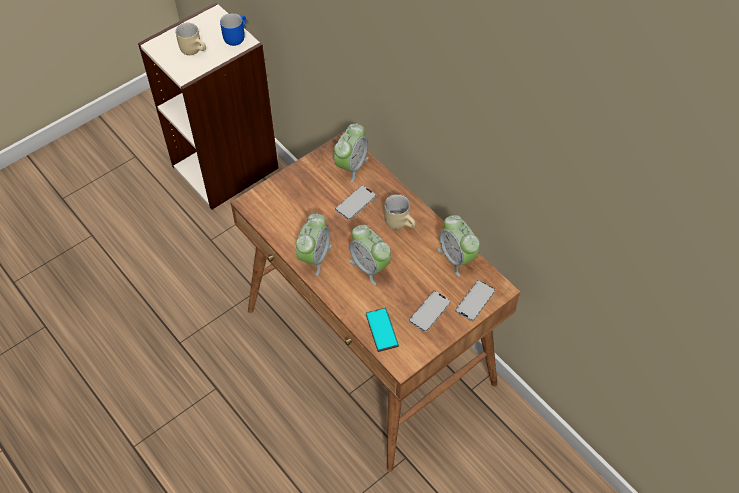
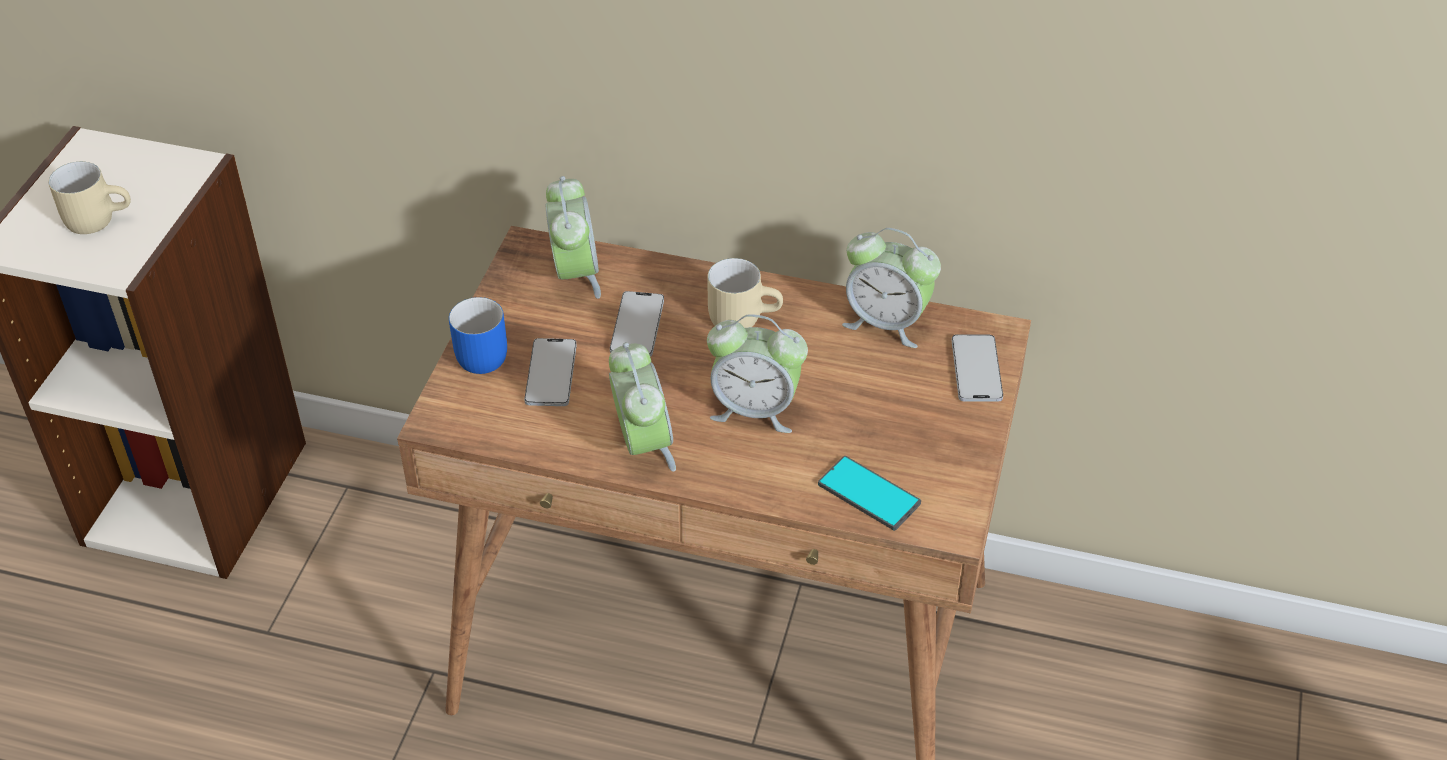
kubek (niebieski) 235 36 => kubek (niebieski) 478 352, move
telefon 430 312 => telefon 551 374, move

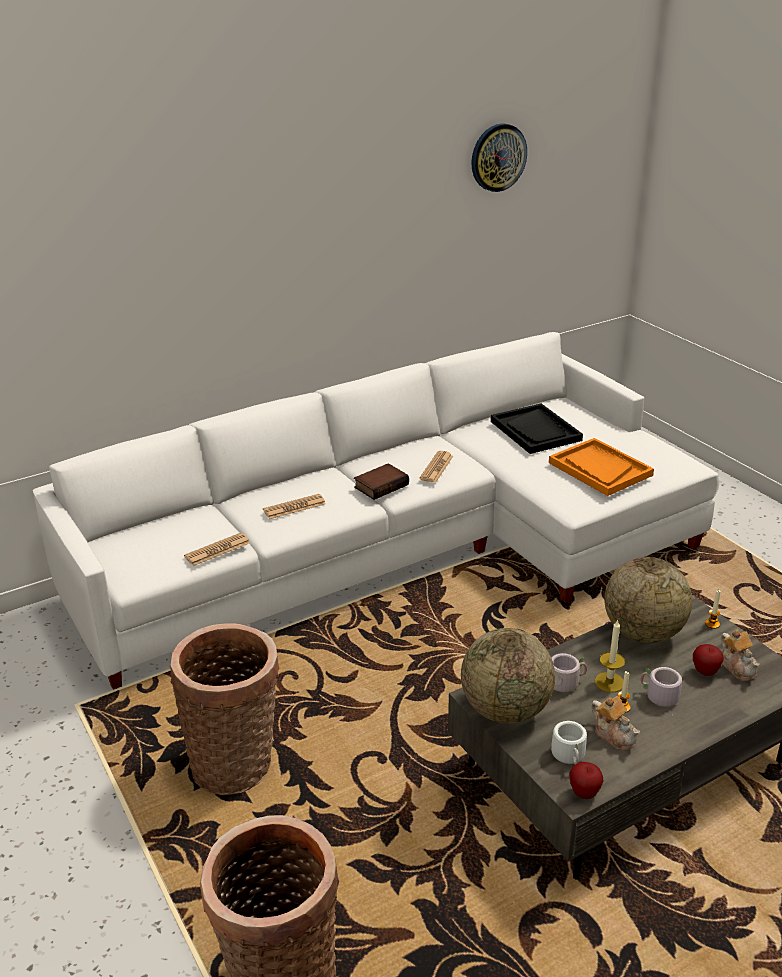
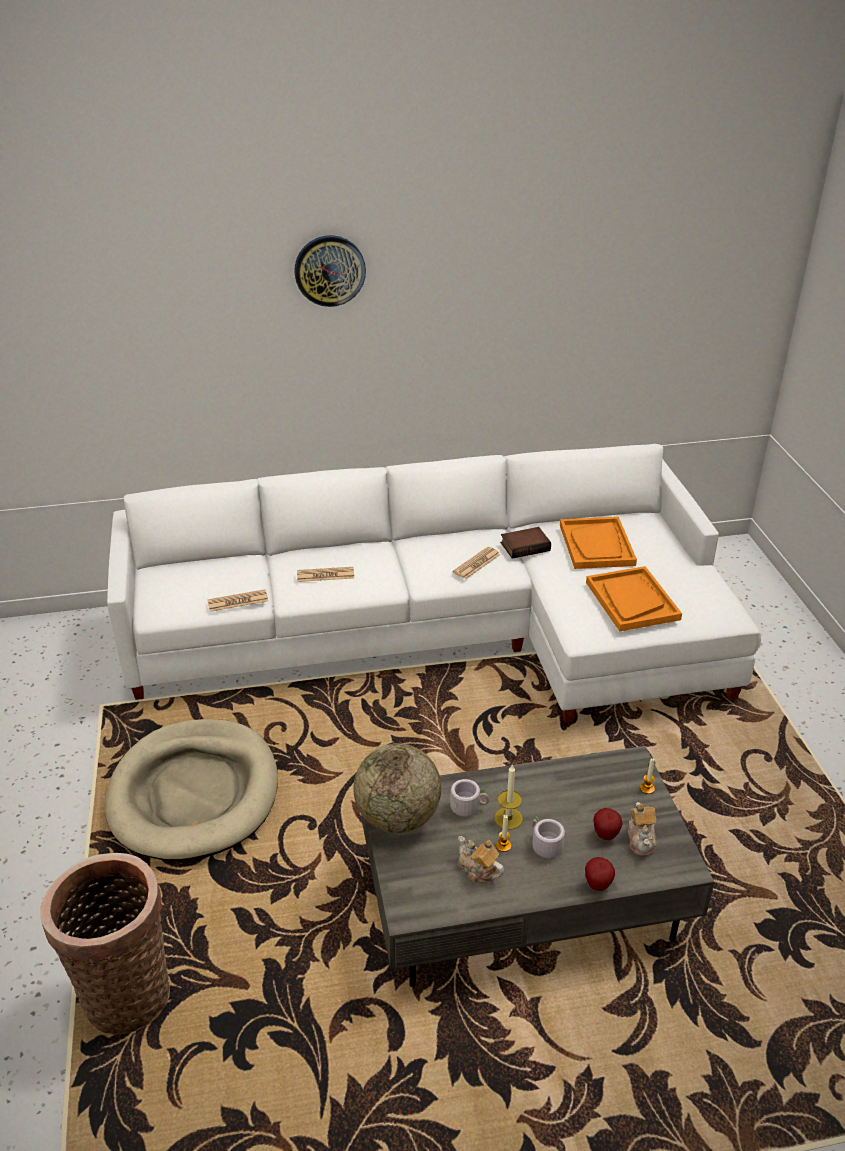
koszyk 236 764 => legowisko (beżowy) 194 794
książka 381 485 => książka 525 546, move
zegar ścienny 498 157 => zegar ścienny 329 270, move
taca (czarny) 536 431 => taca (pomarańczowy) 597 545
kubek (biały) 571 756 => nothing
jabłko 584 793 => jabłko 597 885, move
imbryk 614 735 => imbryk 478 870, 150 degrees clockwise
globus 643 633 => nothing

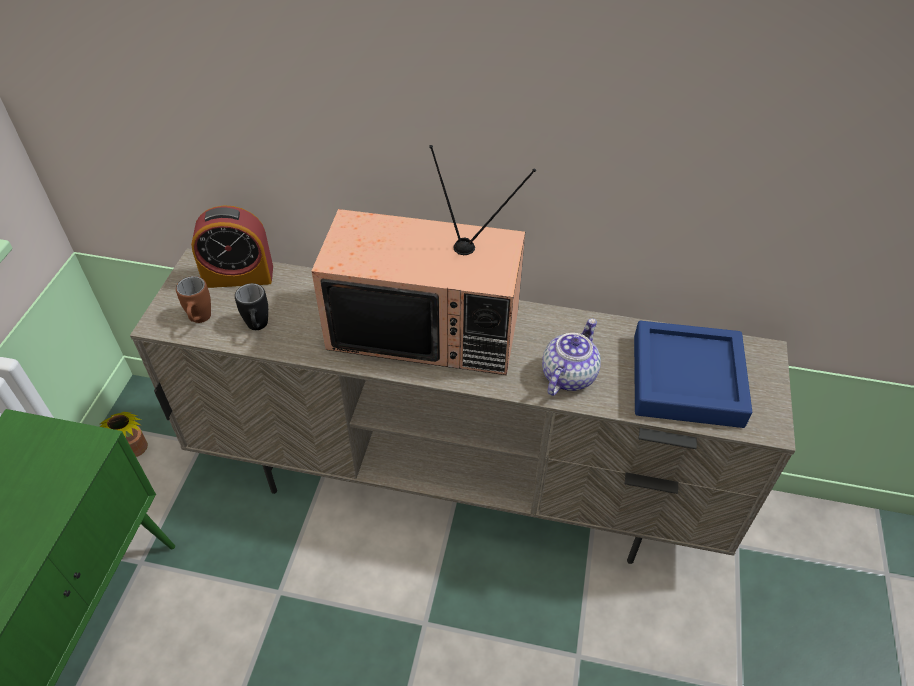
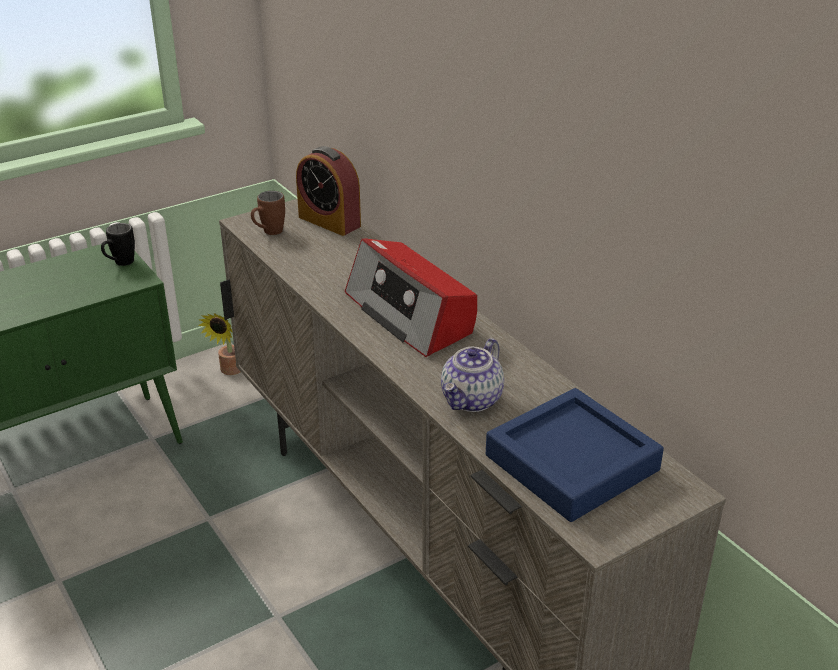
kubek (czarny) 258 328 => kubek (czarny) 120 264, move
telewizor 427 328 => radio 410 314
imbryk 568 375 => imbryk 472 400, 135 degrees clockwise

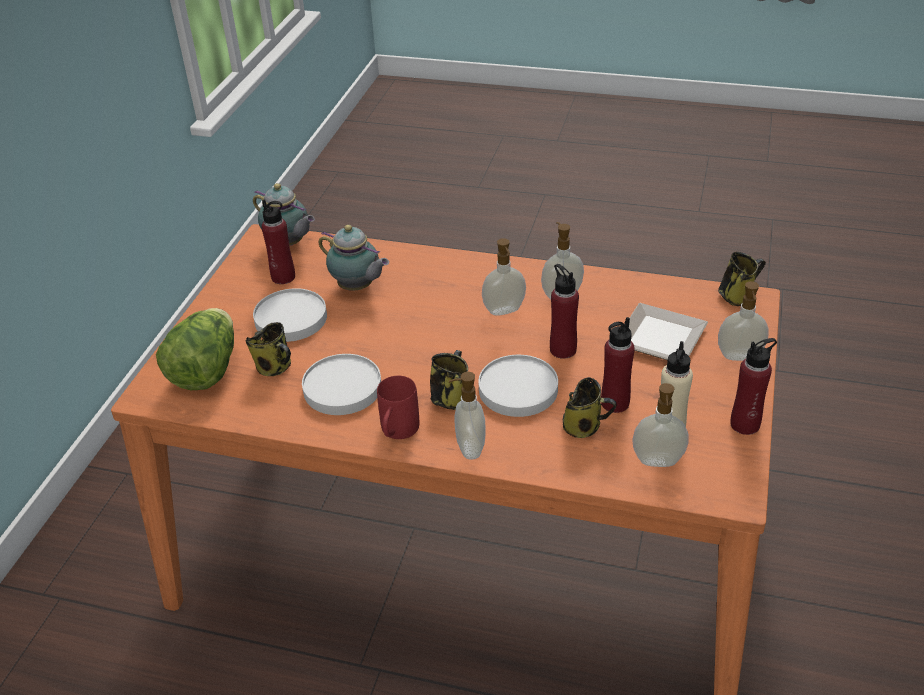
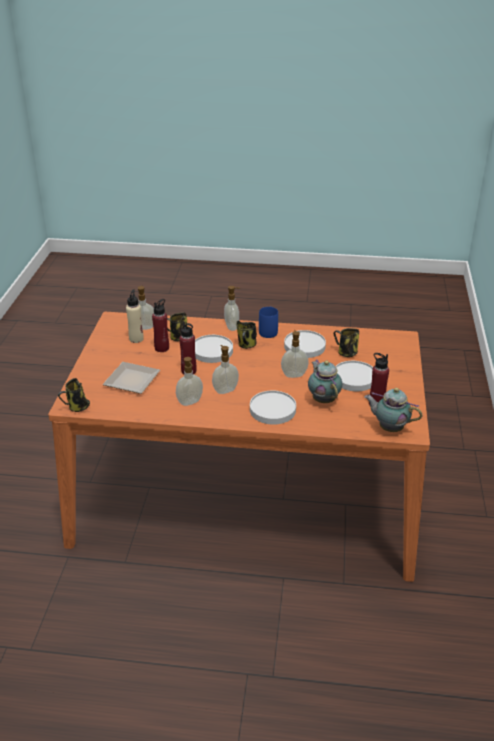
sałata 206 370 => nothing
imbryk 357 288 => imbryk 323 399, 45 degrees clockwise
kubek (czerwony) 397 433 => kubek (niebieski) 268 330
dozownik mydła 739 357 => dozownik mydła 294 374, move
butelka (czerwony) 745 424 => nothing
nothing => talerz (biały) 272 410

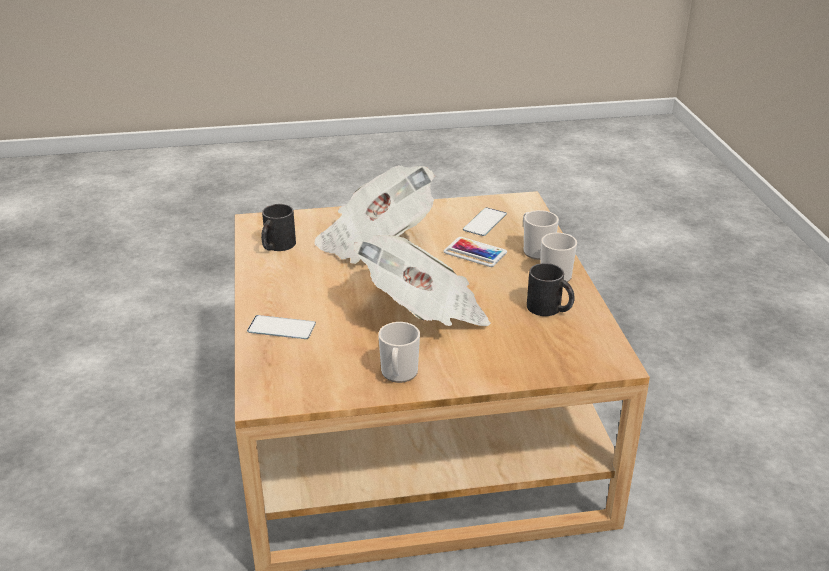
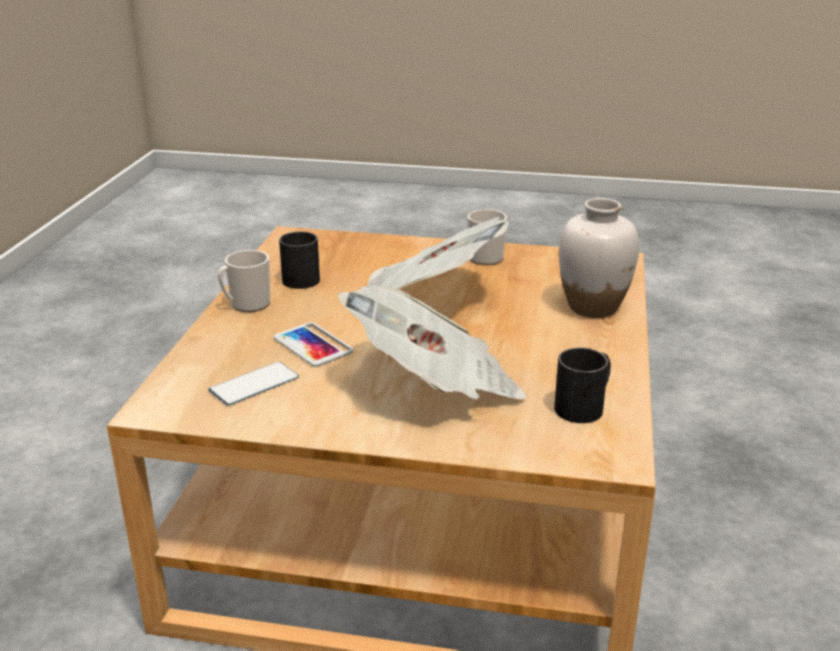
telefon 281 328 => wazon (biały) 592 307
kubek 535 250 => nothing

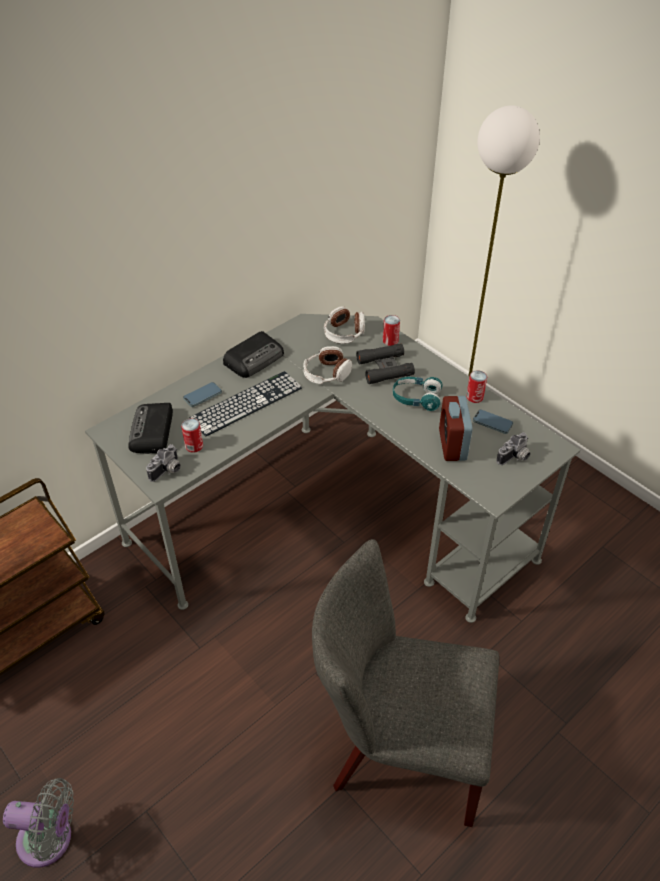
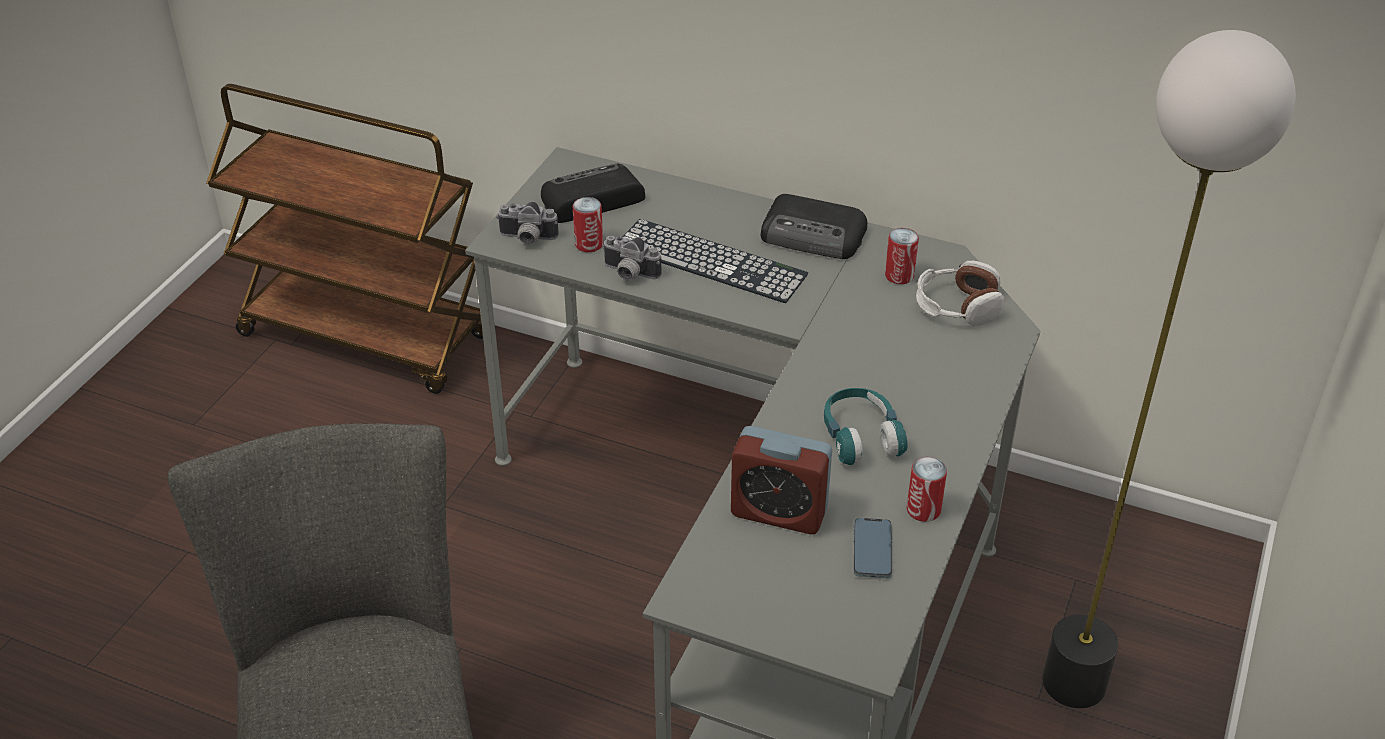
wentylator (szary) 50 840 => nothing
telefon 202 396 => nothing
słuchawki 326 373 => nothing
lornetka (czarny) 384 368 => nothing
puszka 390 341 => puszka 899 276, move
budzik 452 445 => budzik 779 512, 135 degrees counterclockwise
aparat fotograficzny 515 458 => aparat fotograficzny 628 274, move

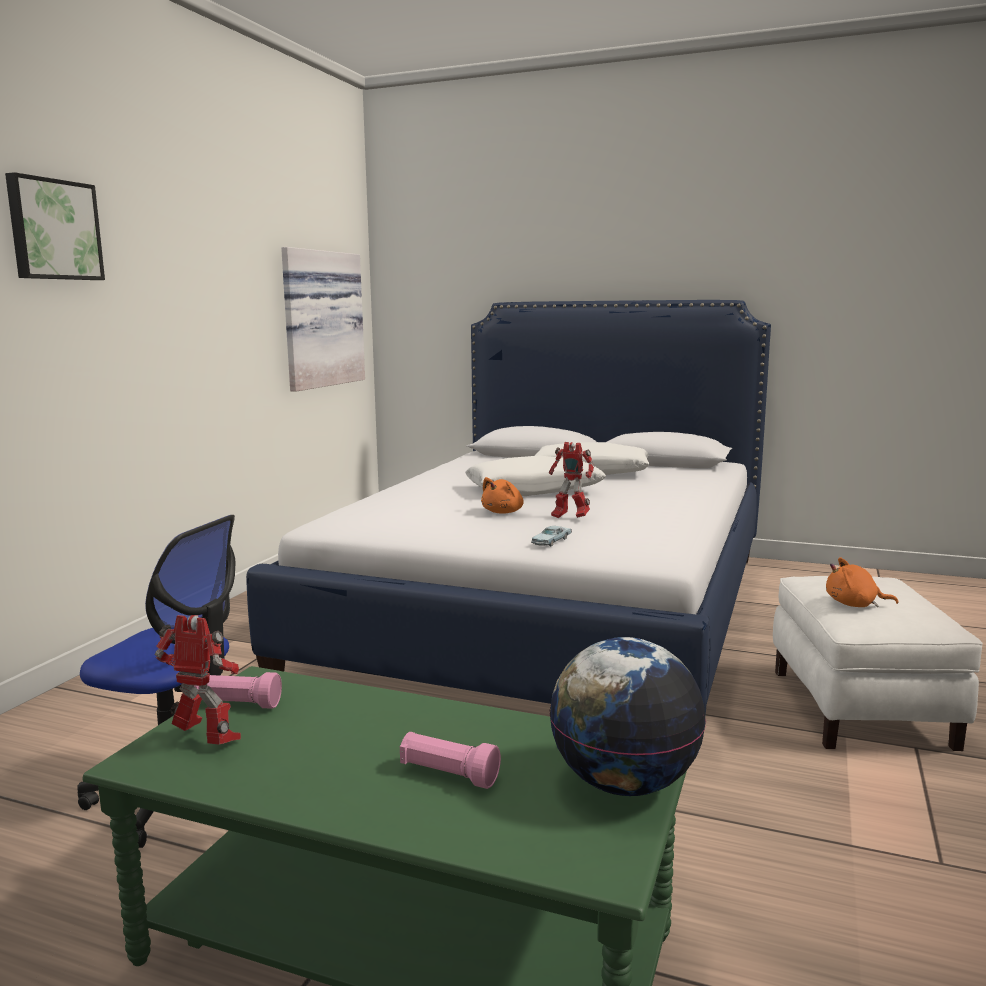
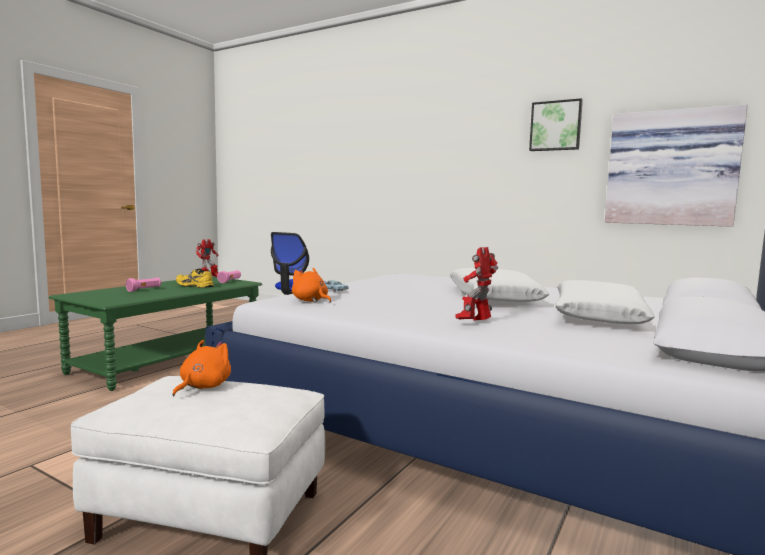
obraz 53 230 => obraz 555 126, move
pluszak (pomarańczowy) 504 512 => pluszak (pomarańczowy) 311 301, move
robot zabawkowy 569 517 => robot zabawkowy 475 323, move
globus 624 783 => nothing
nothing => but (żółty) 193 286

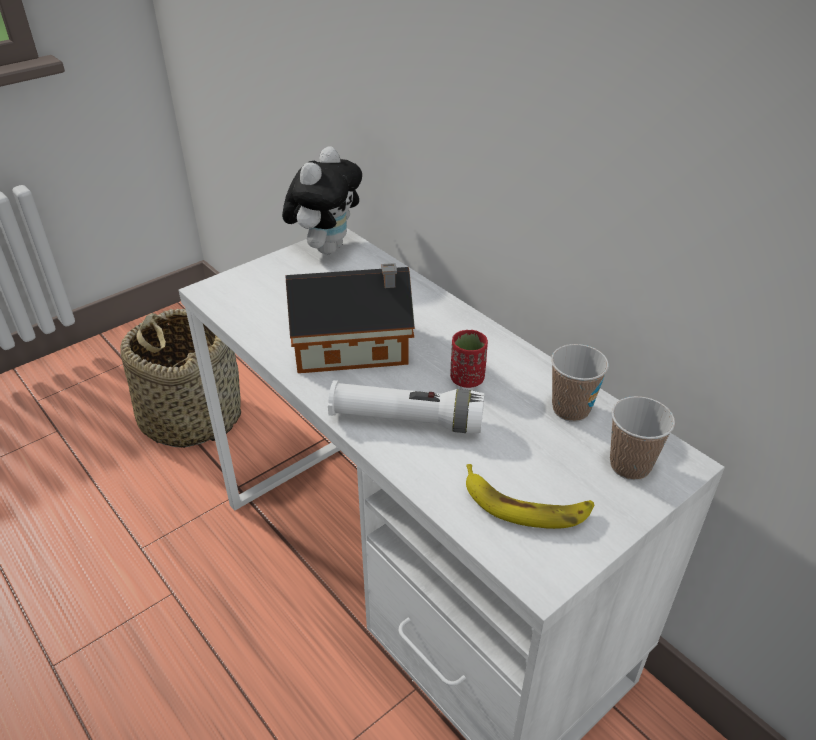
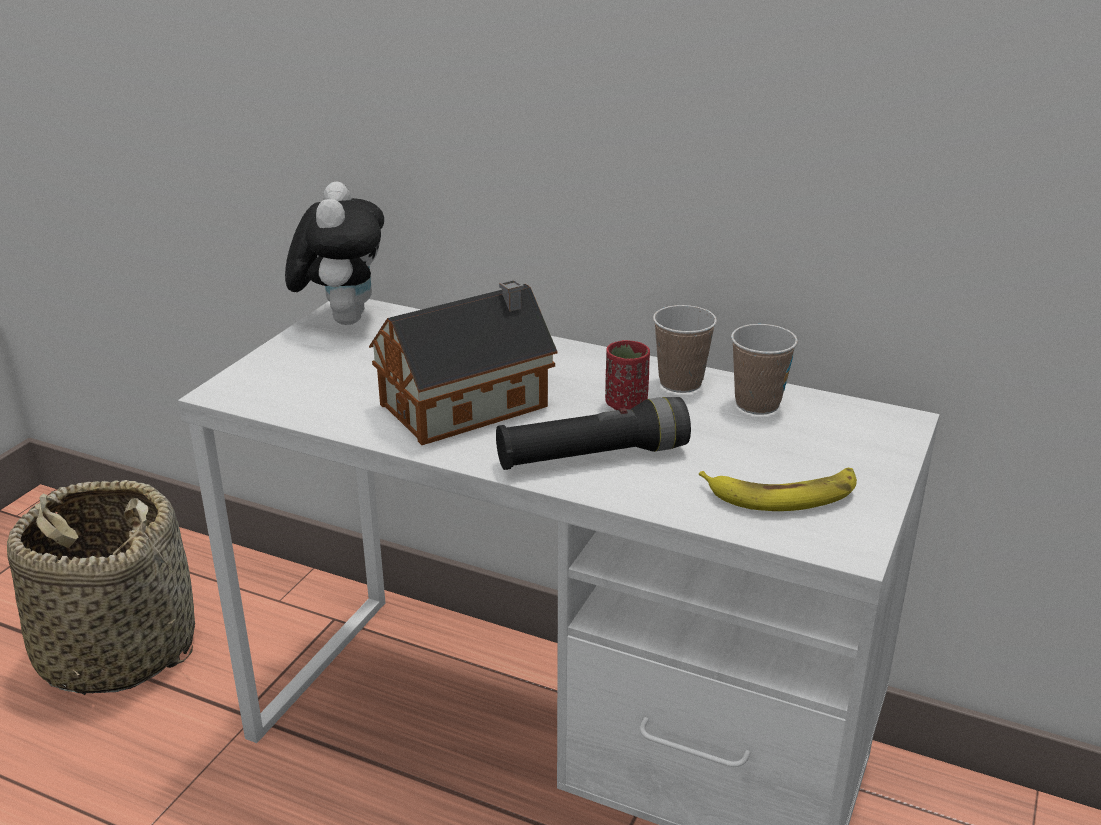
latarka (biały) 406 420 => latarka (czarny) 592 456
filiżanka 630 466 => filiżanka 680 383, move

